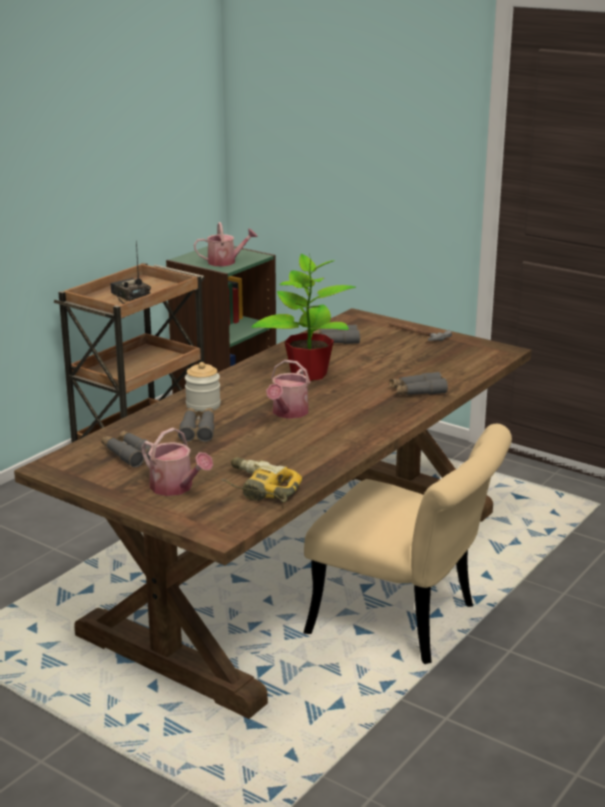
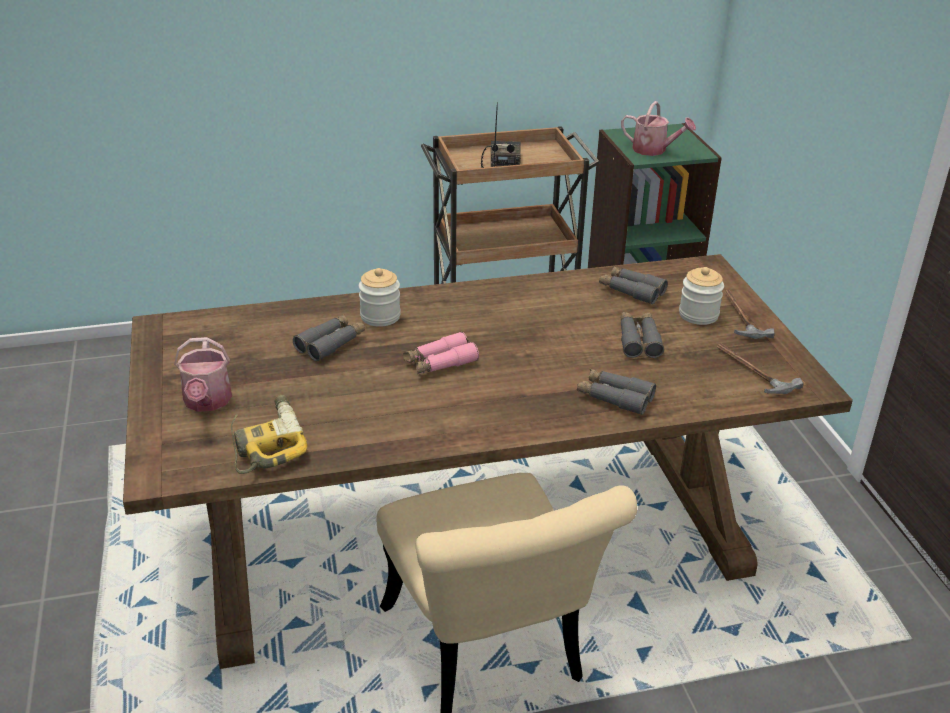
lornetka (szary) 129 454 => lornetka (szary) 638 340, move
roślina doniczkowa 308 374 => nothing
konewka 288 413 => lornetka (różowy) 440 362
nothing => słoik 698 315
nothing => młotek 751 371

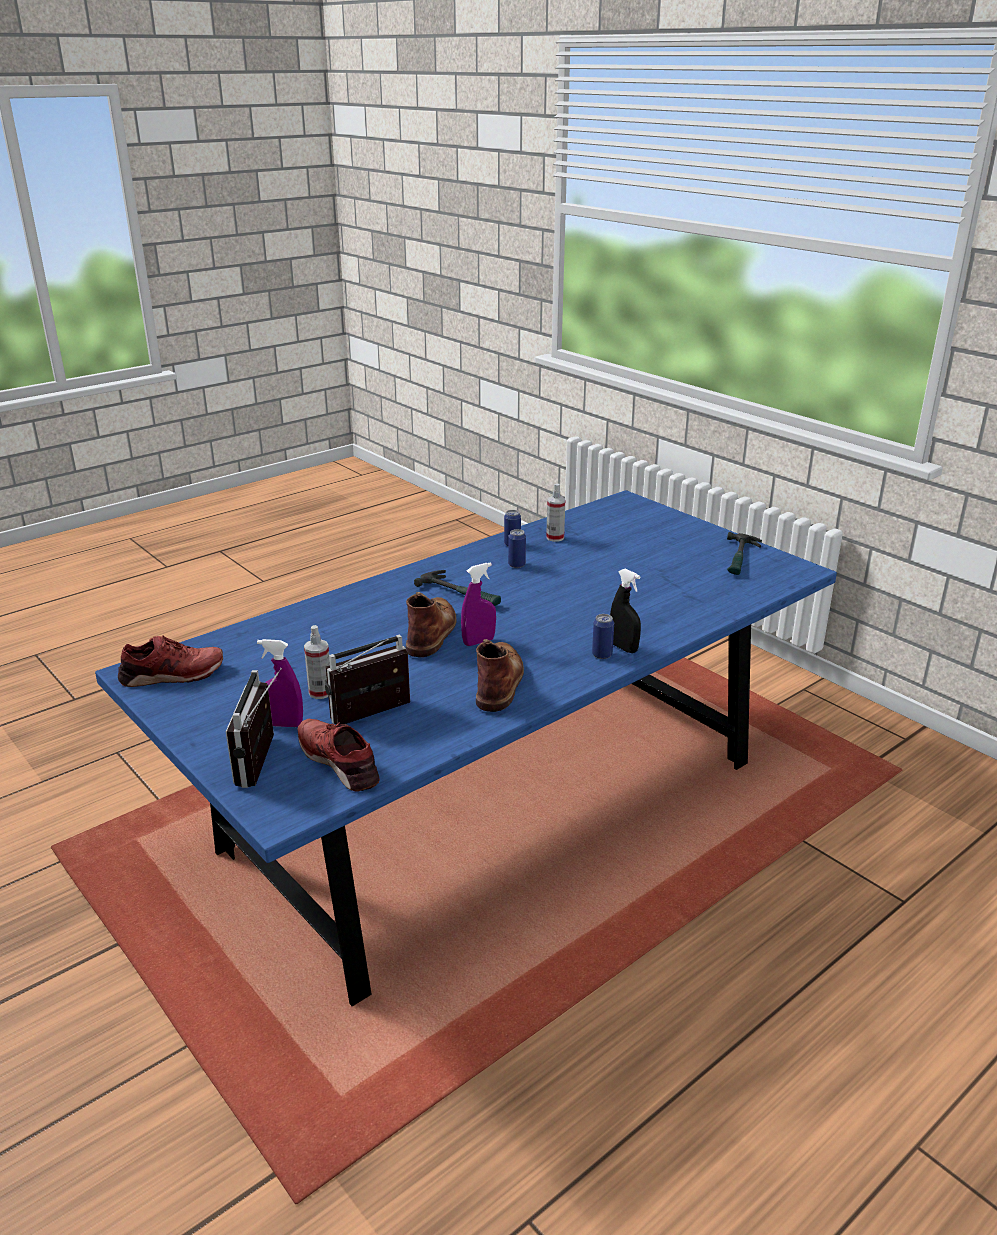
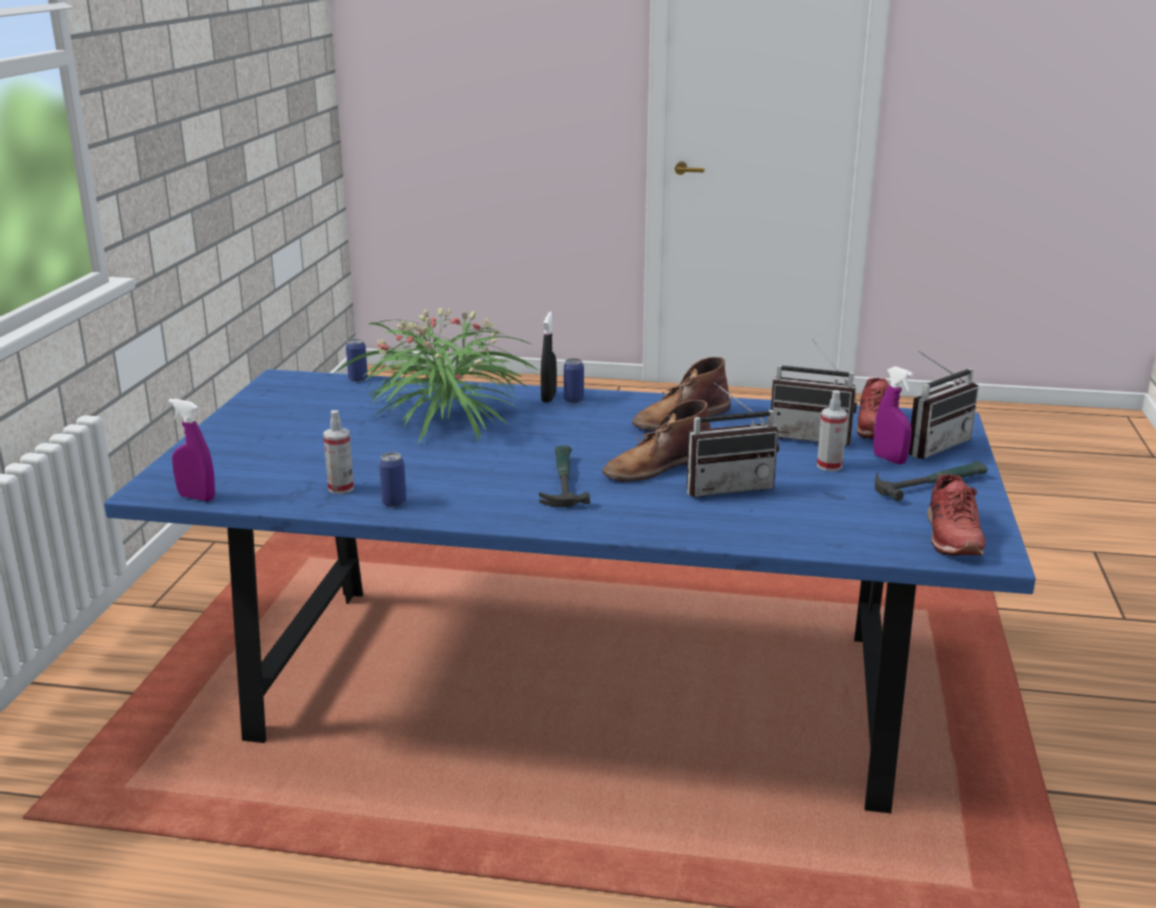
but (czerwony) 172 675 => but (czerwony) 951 535, 120 degrees counterclockwise
spryskiwacz (fioletowy) 478 642 => spryskiwacz (fioletowy) 196 497, move
puszka 516 565 => puszka 358 379, move
młotek 740 558 => młotek 929 484, move
nothing => roślina doniczkowa 445 417
nothing => radio 727 486

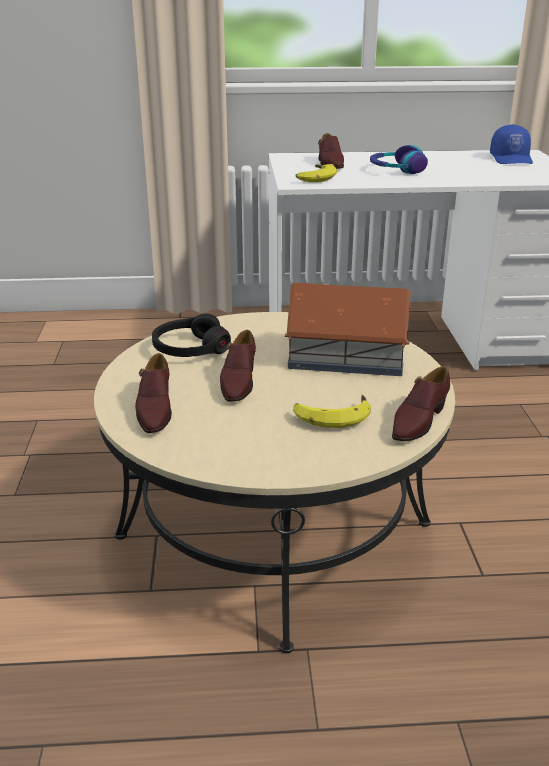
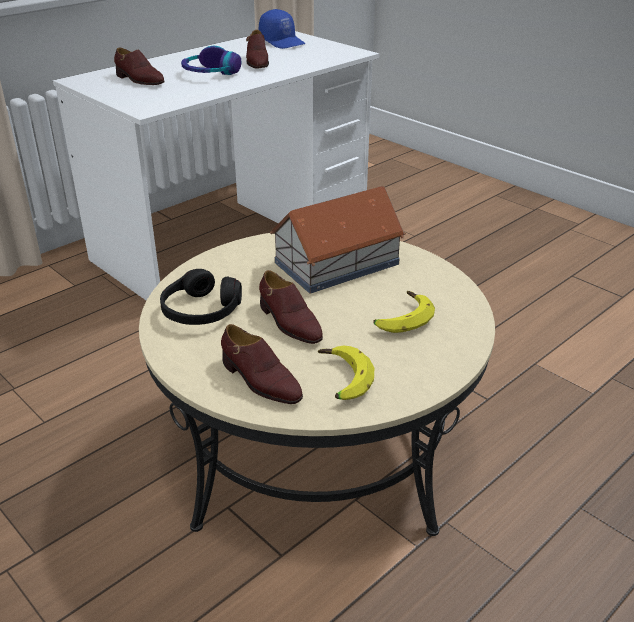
banan 313 178 => banan 341 380, move
but (brązowy) 418 420 => but (brązowy) 257 62, move

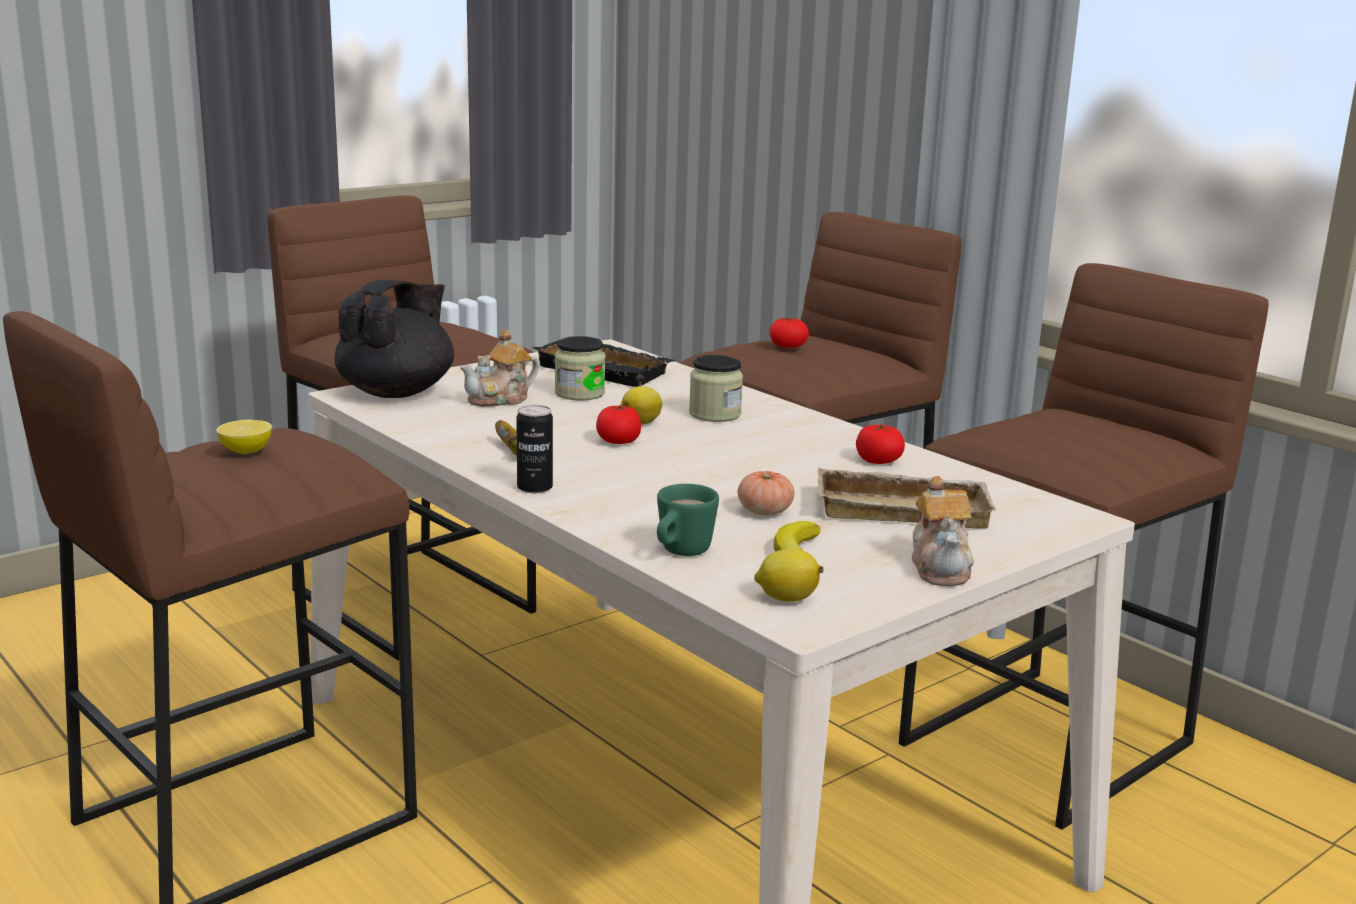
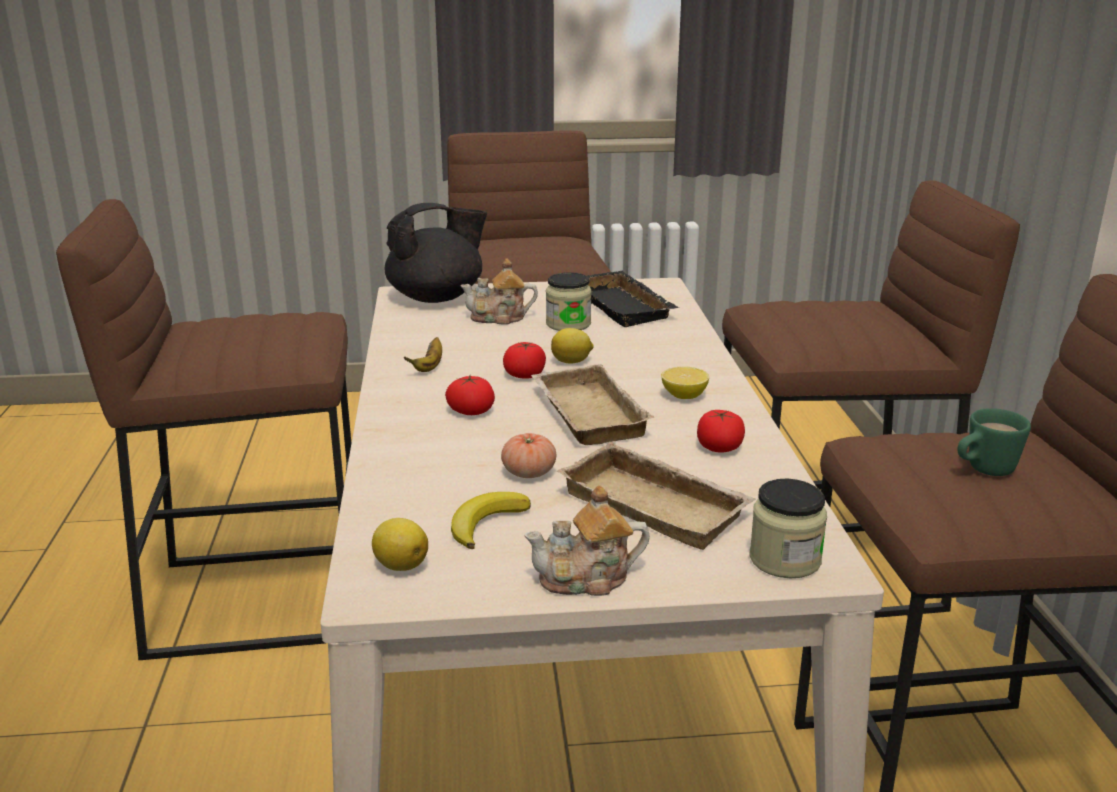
cytryna 246 451 => cytryna 684 396, move
puszka 535 488 => nothing
kubek (zielony) 680 553 => kubek (zielony) 983 470, move
słoik 715 414 => słoik 785 559, move
pomidor 787 346 => pomidor 471 411, move
imbryk 941 568 => imbryk 587 579, 45 degrees clockwise
nothing => taca (beżowy) 584 413

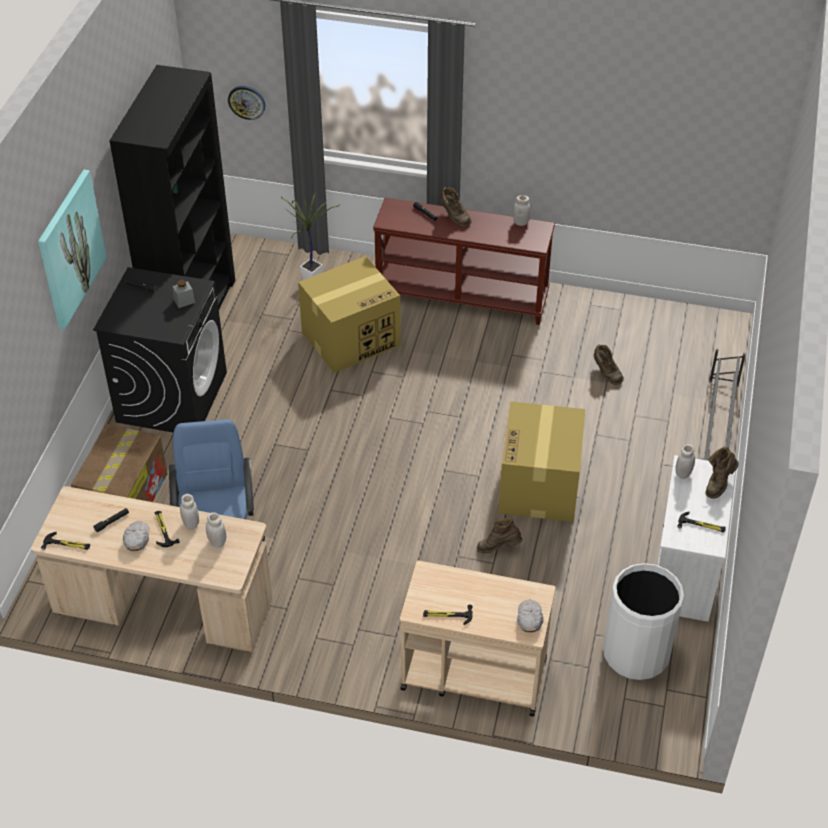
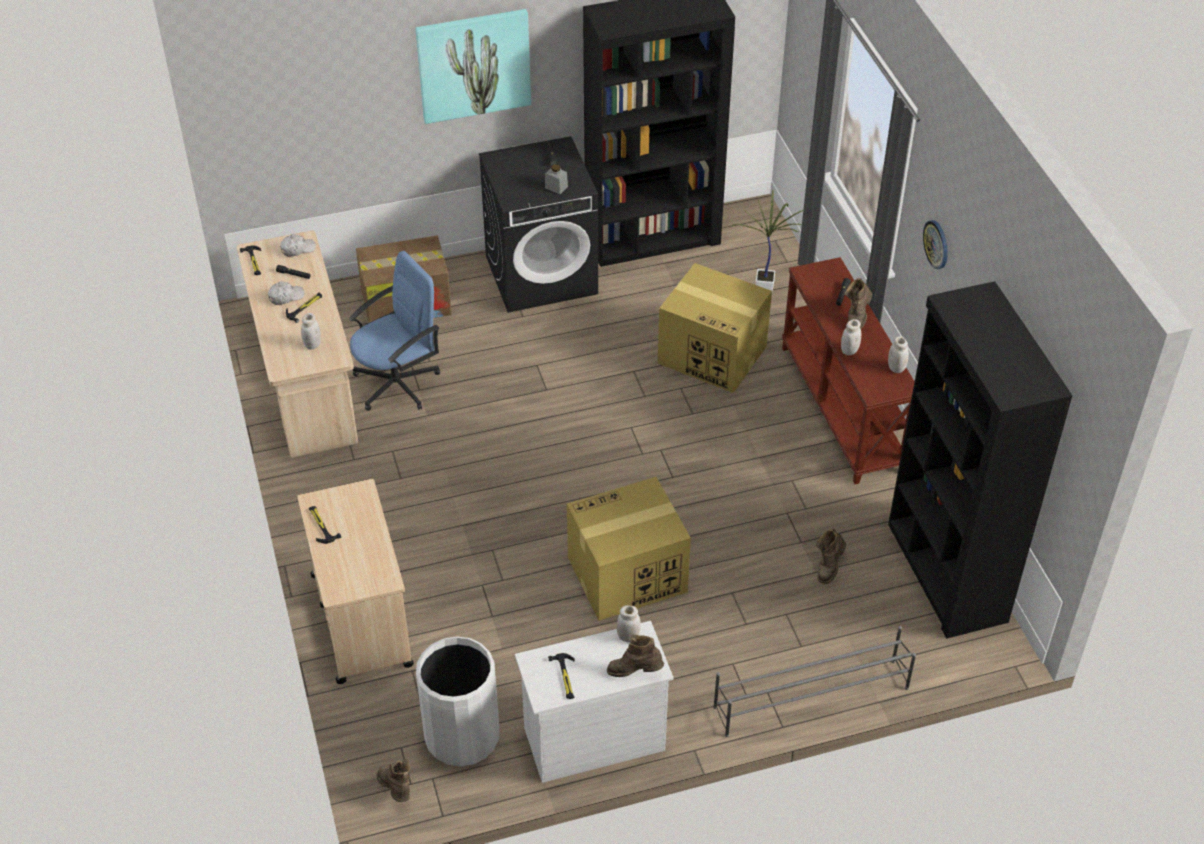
słoik (biały) 191 523 => słoik (biały) 849 350, move
zegar ścienny 247 102 => zegar ścienny 936 244, move
but z cholewką (brązowy) 498 548 => but z cholewką (brązowy) 396 790, move
czapka z daszkiem (biały) 529 618 => czapka z daszkiem (biały) 298 249, move
nothing => regał (czarny) 945 573

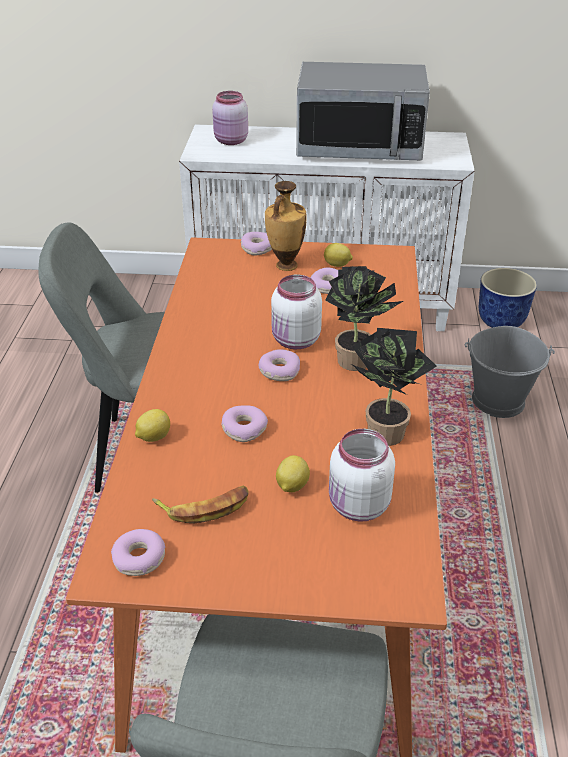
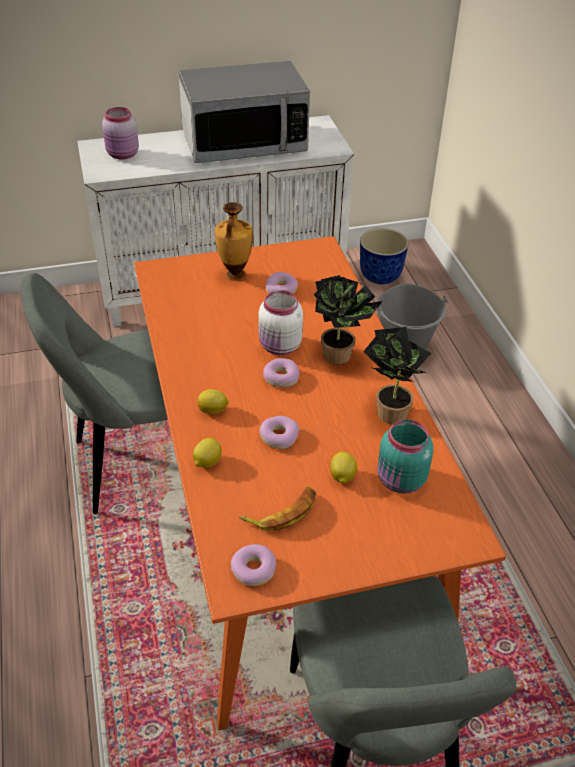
donut 257 248 => nothing
cytryna 337 265 => cytryna 213 410, move
słoik (biały) 358 506 => słoik (turkusowy) 400 481

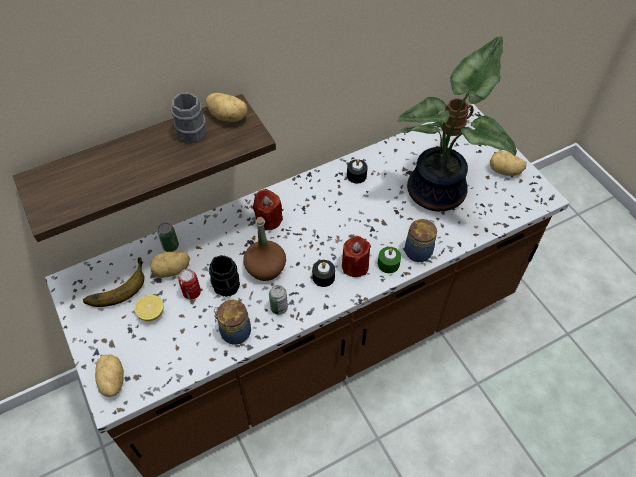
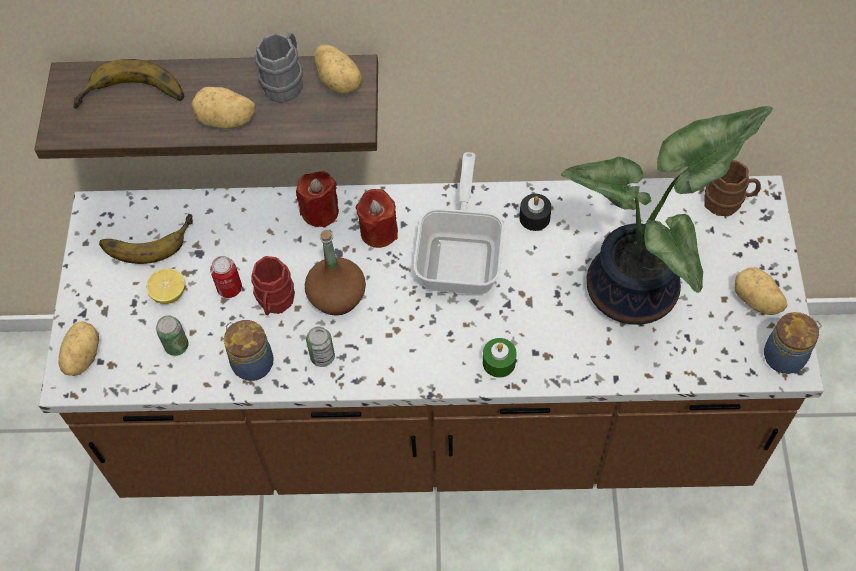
ziemniak 172 271 => ziemniak 226 121, move
puszka 170 246 => puszka 176 346, move
kubek (czarny) 227 288 => kubek (czerwony) 274 302
świeca (czarny) 323 277 => nothing
świeca (czerwony) 355 266 => świeca (czerwony) 320 212, move
słoik 419 251 => słoik 786 356, move
nothing => banan 132 99
nothing => patelnia 462 255

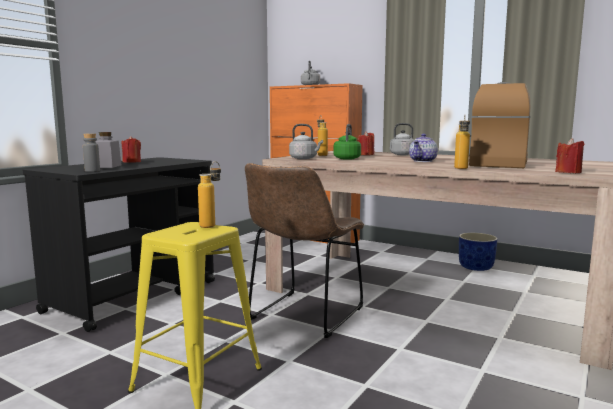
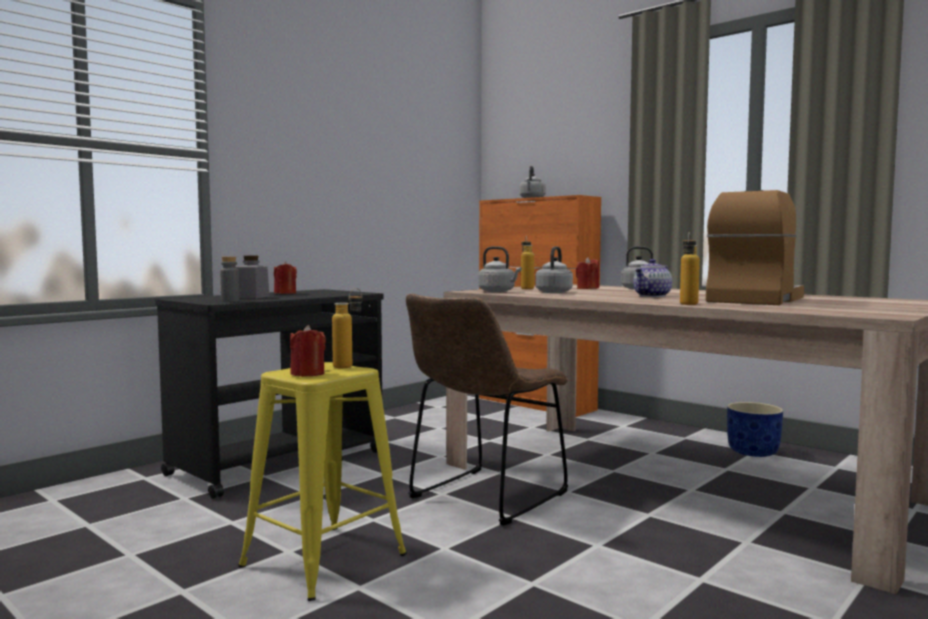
czajnik (zielony) 347 158 => czajnik (szary) 554 292
świeca (czerwony) 568 172 => świeca (czerwony) 307 374, move

